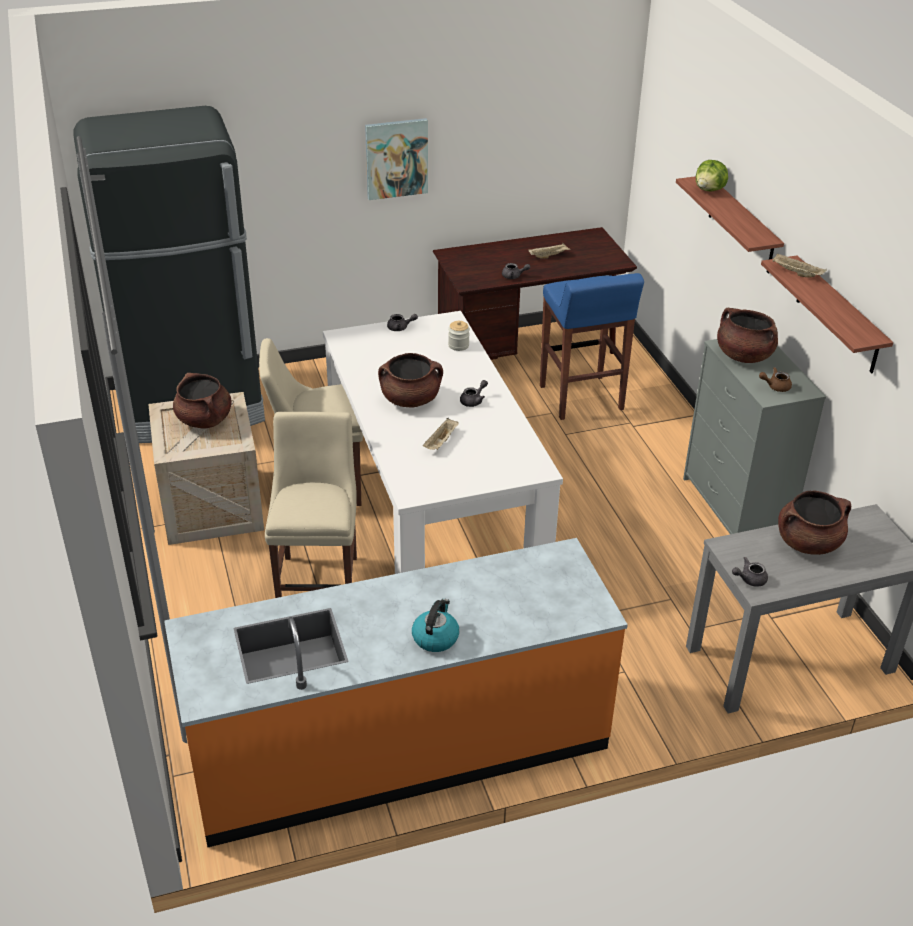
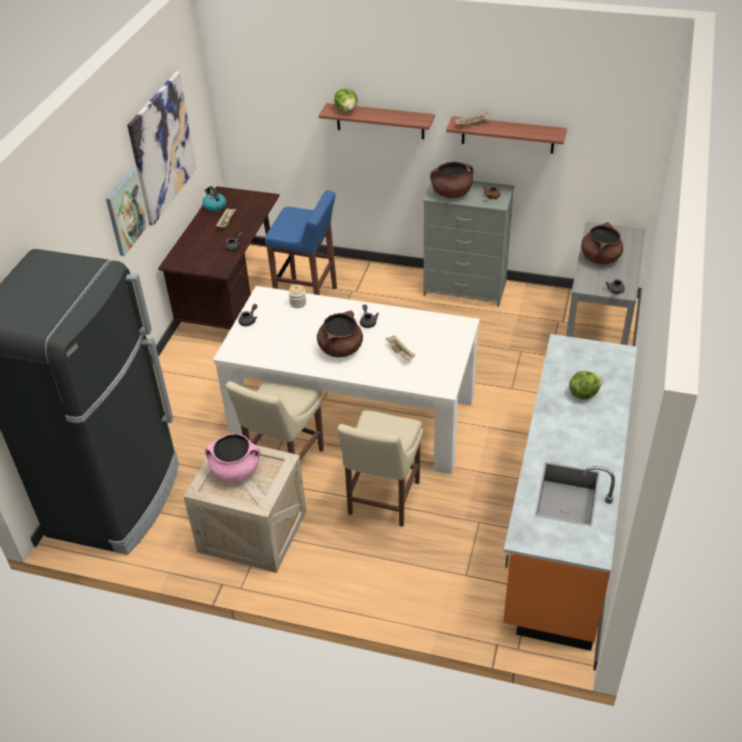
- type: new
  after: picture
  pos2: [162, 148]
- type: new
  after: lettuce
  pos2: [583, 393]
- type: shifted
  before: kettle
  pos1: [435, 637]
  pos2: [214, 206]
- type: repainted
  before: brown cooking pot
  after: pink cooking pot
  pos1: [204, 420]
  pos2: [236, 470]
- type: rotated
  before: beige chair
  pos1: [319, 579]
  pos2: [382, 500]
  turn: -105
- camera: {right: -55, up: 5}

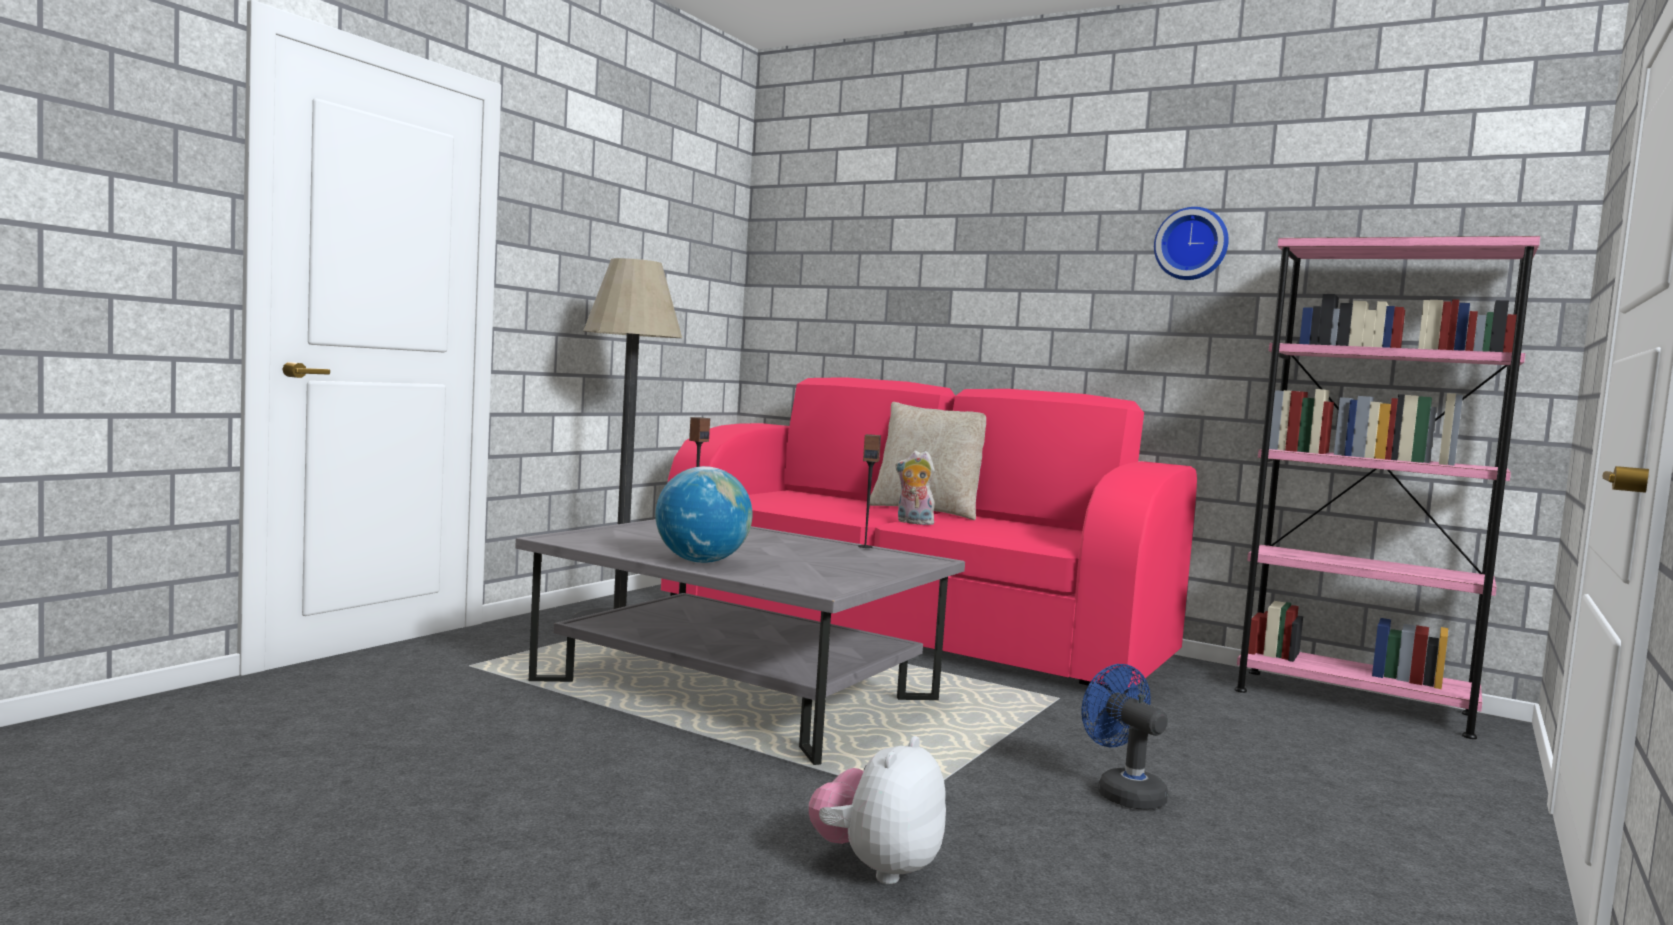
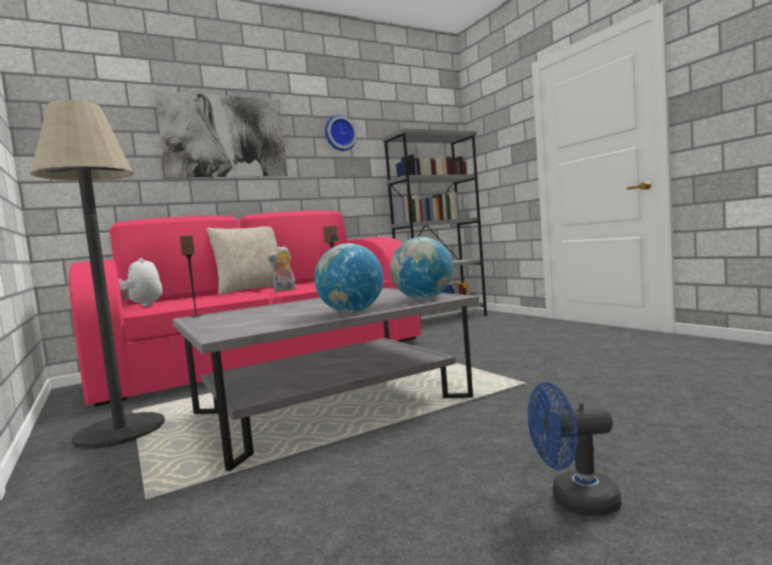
- type: new
  after: picture
  pos2: [225, 136]
- type: new
  after: globe
  pos2: [423, 298]
- type: shifted
  before: plush toy
  pos1: [877, 868]
  pos2: [139, 306]
- type: shifted
  before: blue fan
  pos1: [1122, 792]
  pos2: [574, 501]
- type: repainted
  before: pink bookcase
  after: grey bookcase
  pos1: [1353, 702]
  pos2: [444, 319]
- camera: {right: -60, up: 0}

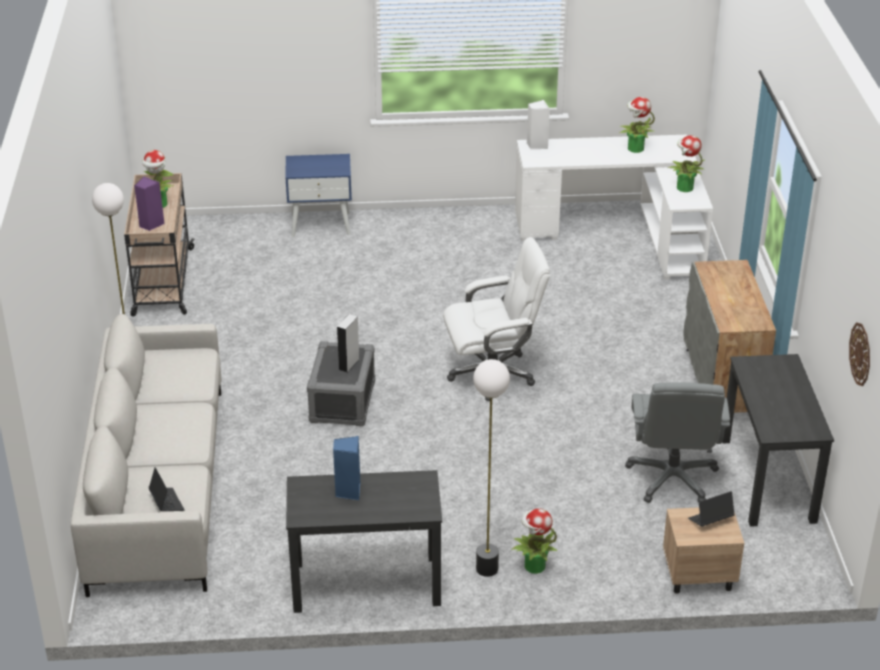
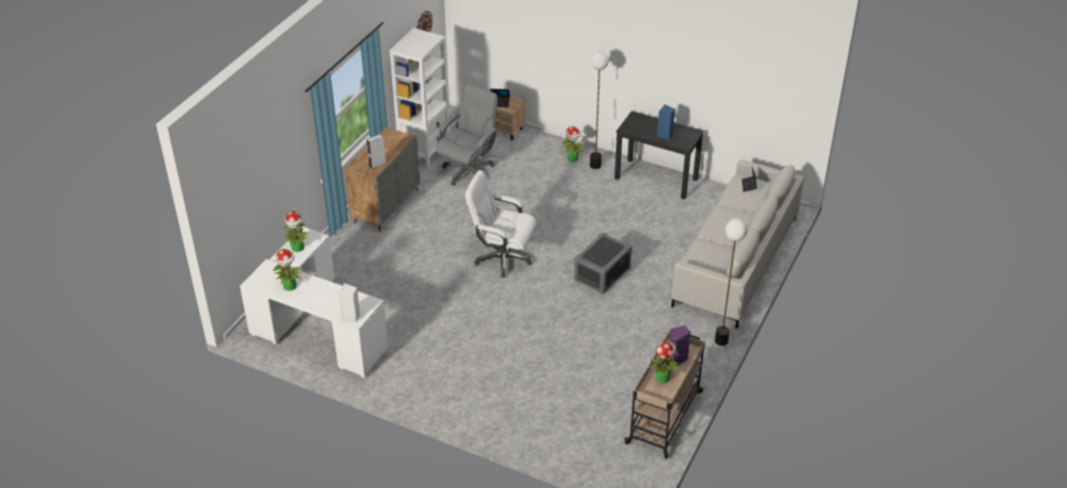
- type: gone
  before: blue nightstand
  pos1: [321, 224]
- type: shifted
  before: grey speaker
  pos1: [349, 364]
  pos2: [377, 164]
- type: swapped
  before: black desk
  after: white bookcase
  pos1: [767, 480]
  pos2: [425, 154]
- camera: {right: -150, up: 5}

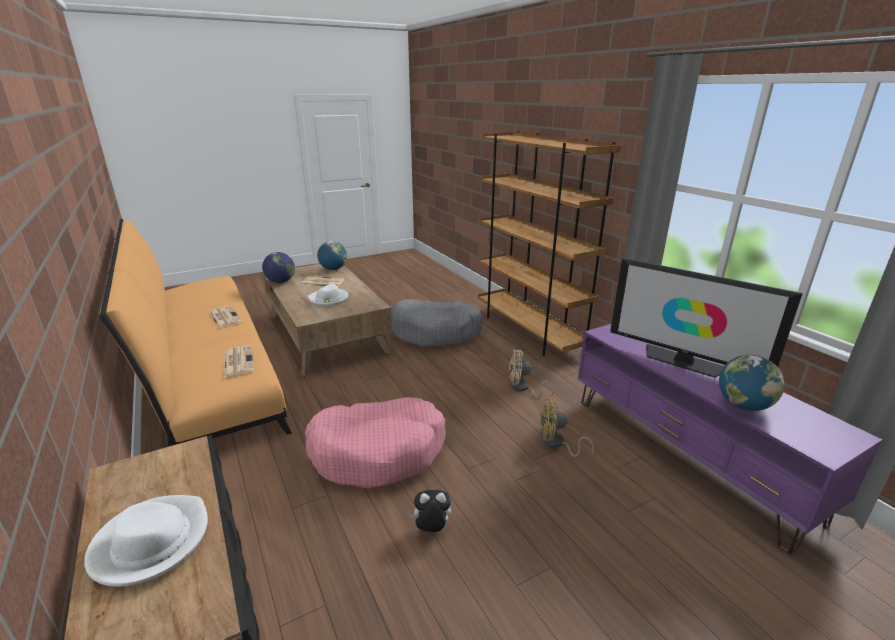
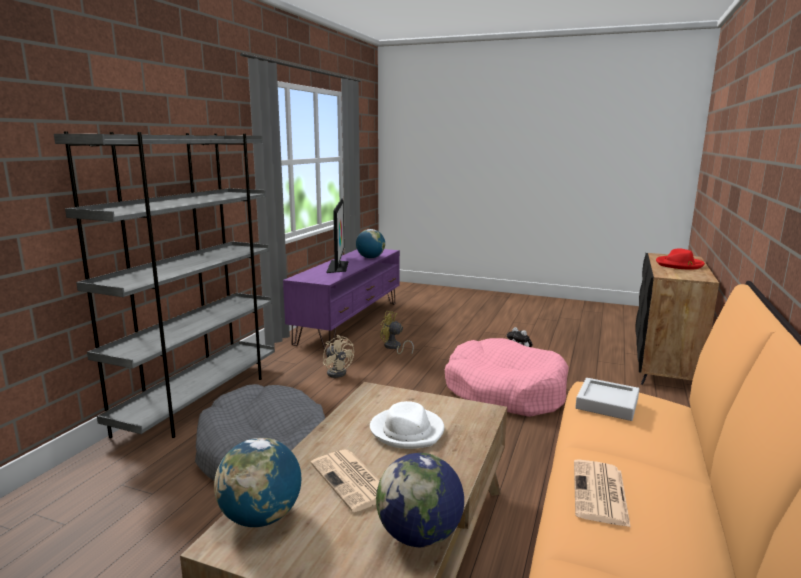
- type: swapped
  before: newspaper
  after: grey tray
  pos1: [238, 361]
  pos2: [607, 404]
- type: repainted
  before: white hat
  after: red hat
  pos1: [151, 542]
  pos2: [679, 265]
- type: repainted
  before: brown bookcase
  after: grey bookcase
  pos1: [529, 331]
  pos2: [200, 400]
- type: rotated
  before: yellow fan
  pos1: [556, 444]
  pos2: [393, 347]
  turn: 150
- camera: {right: -130, up: -10}

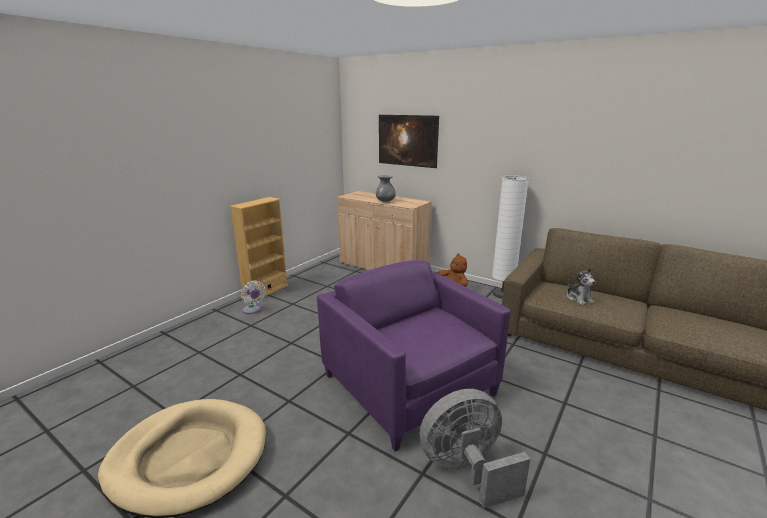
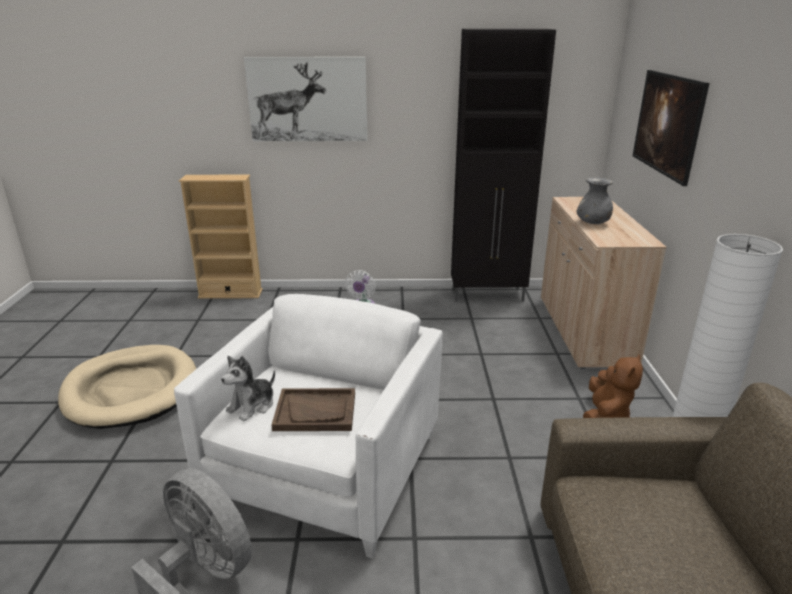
- type: new
  after: picture
  pos2: [307, 99]
- type: new
  after: brown tray
  pos2: [315, 411]
- type: new
  after: black cabinet
  pos2: [488, 295]
- type: shifted
  before: beige bookcase
  pos1: [265, 291]
  pos2: [230, 294]
- type: shifted
  before: plush toy
  pos1: [579, 299]
  pos2: [252, 406]
- type: repainted
  before: purple armchair
  after: white armchair
  pos1: [409, 385]
  pos2: [326, 468]
- camera: {right: 55, up: 5}

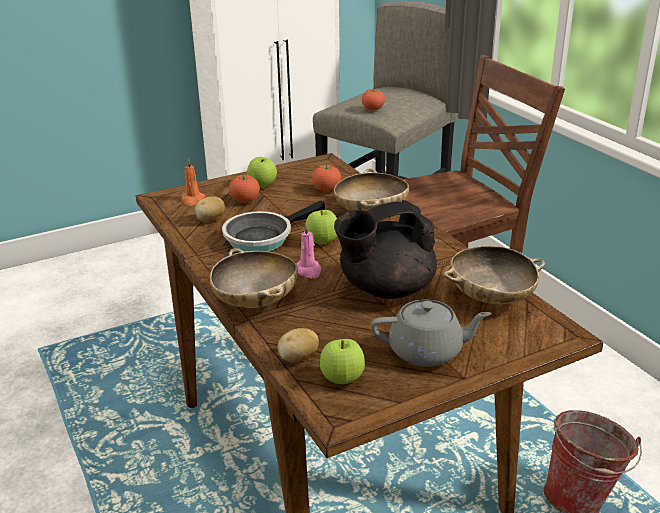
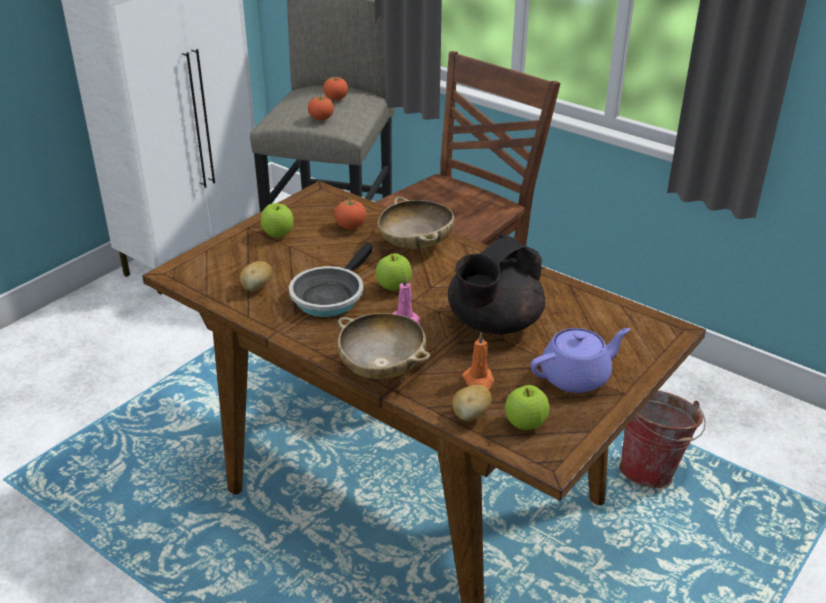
- type: gone
  before: beige bowl
  pos1: [491, 298]
- type: shifted
  before: orange candle
  pos1: [192, 200]
  pos2: [479, 381]
- type: shifted
  before: tomato
  pos1: [245, 201]
  pos2: [336, 99]
- type: repainted
  before: grey teapot
  after: purple teapot
  pos1: [427, 351]
  pos2: [576, 377]
- camera: {right: -25, up: 5}

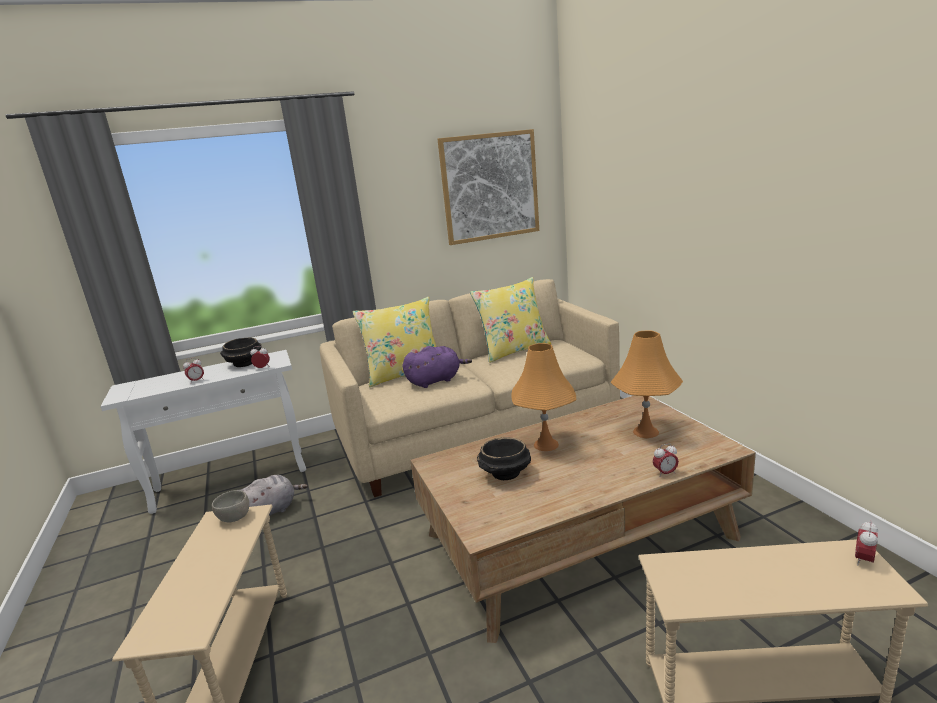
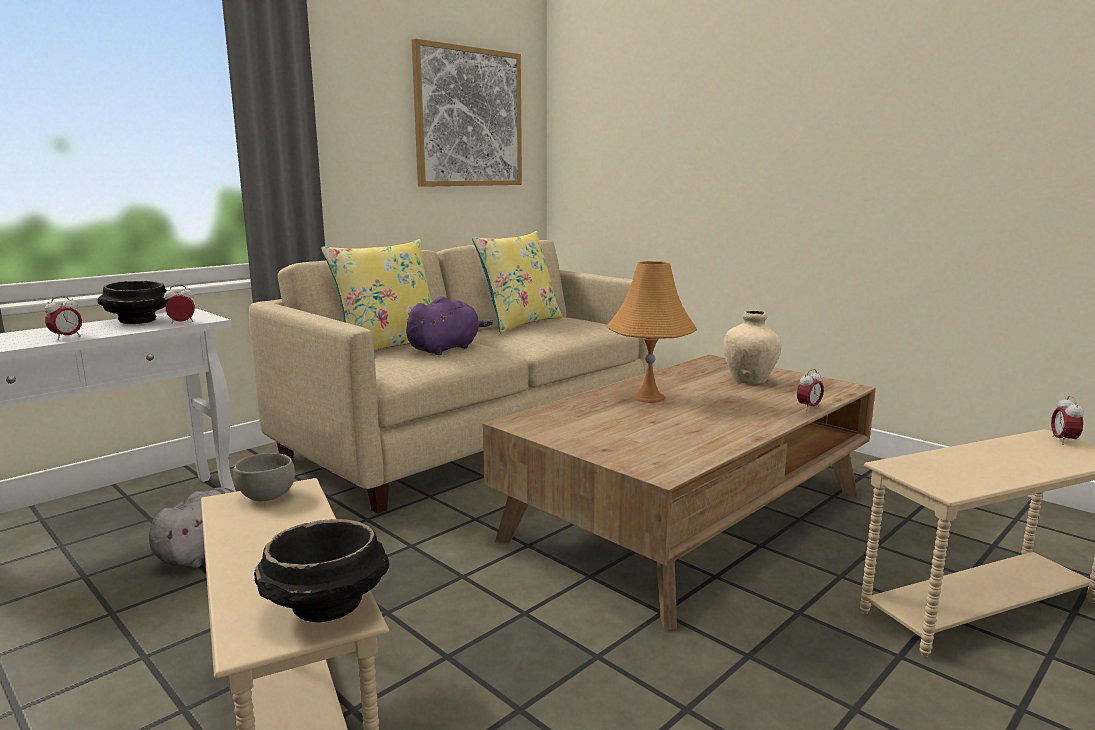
- type: shifted
  before: black bowl
  pos1: [505, 474]
  pos2: [325, 607]
- type: swapped
  before: orange table lamp
  after: beige vase
  pos1: [645, 432]
  pos2: [749, 381]
- camera: {right: -25, up: -5}

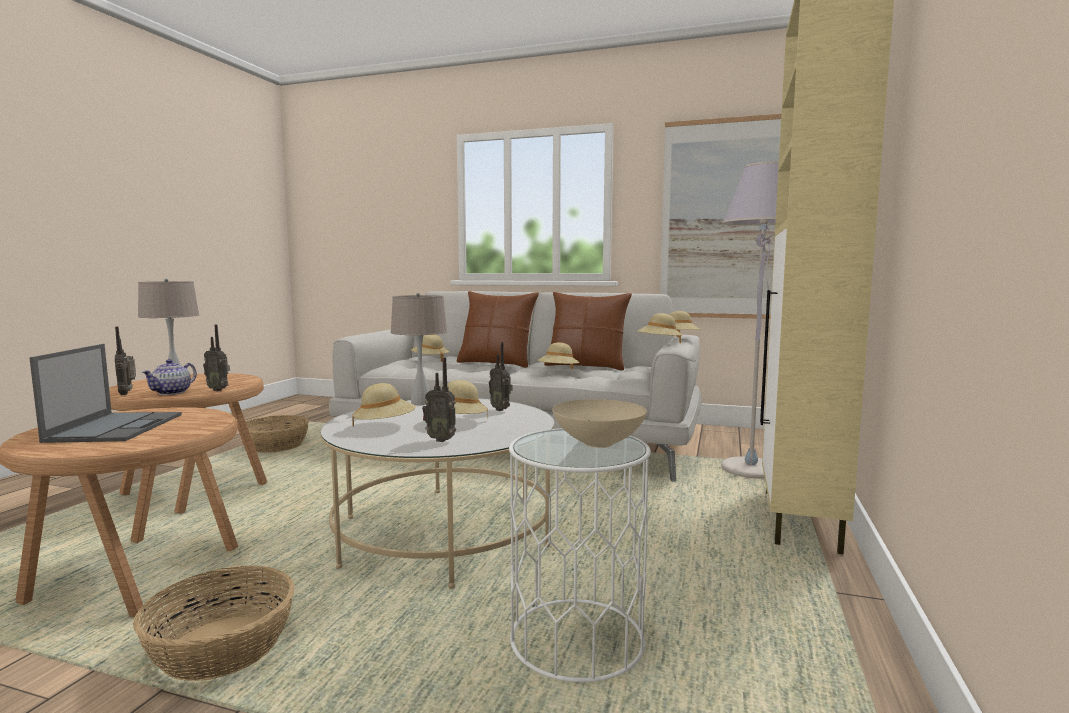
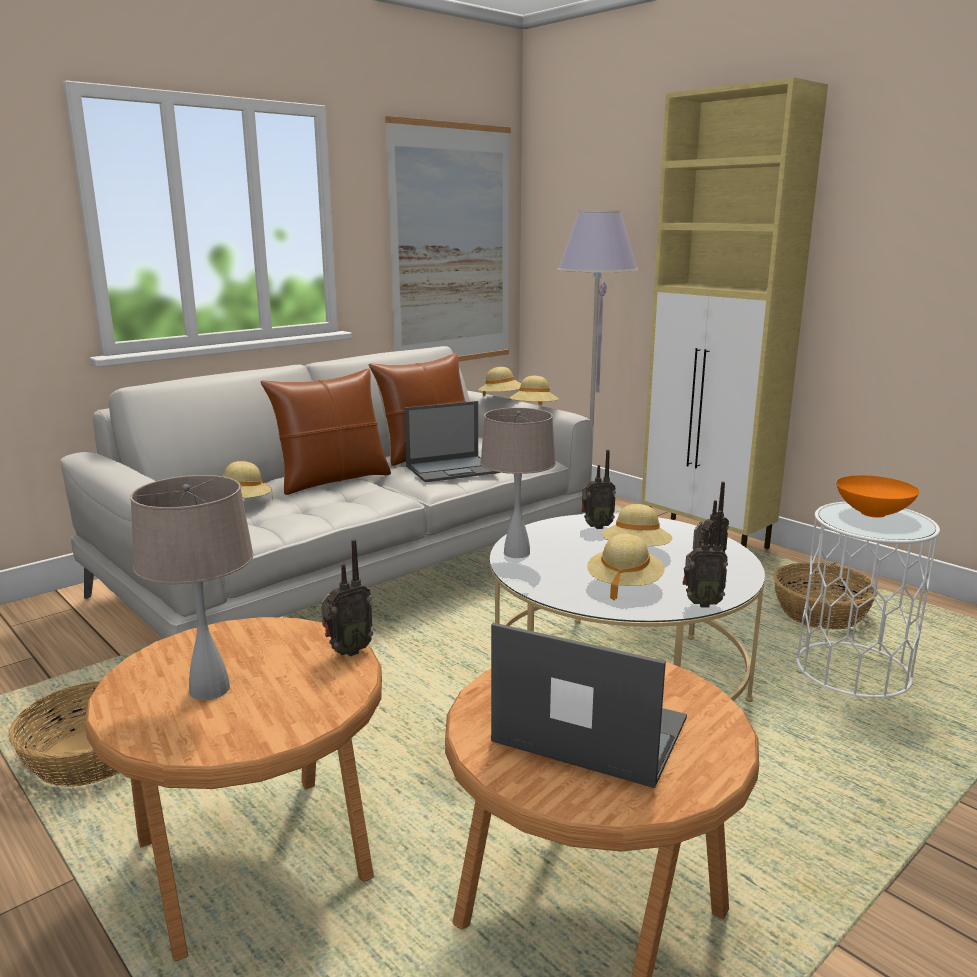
- type: gone
  before: teapot
  pos1: [172, 392]
- type: shifted
  before: radio
  pos1: [128, 394]
  pos2: [701, 603]
- type: shifted
  before: basket
  pos1: [223, 647]
  pos2: [820, 613]
- type: swapped
  before: beige hat
  after: laptop
  pos1: [558, 372]
  pos2: [453, 469]
- type: repainted
  before: beige bowl
  after: orange bowl
  pos1: [597, 443]
  pos2: [871, 513]
- camera: {right: -60, up: 10}

